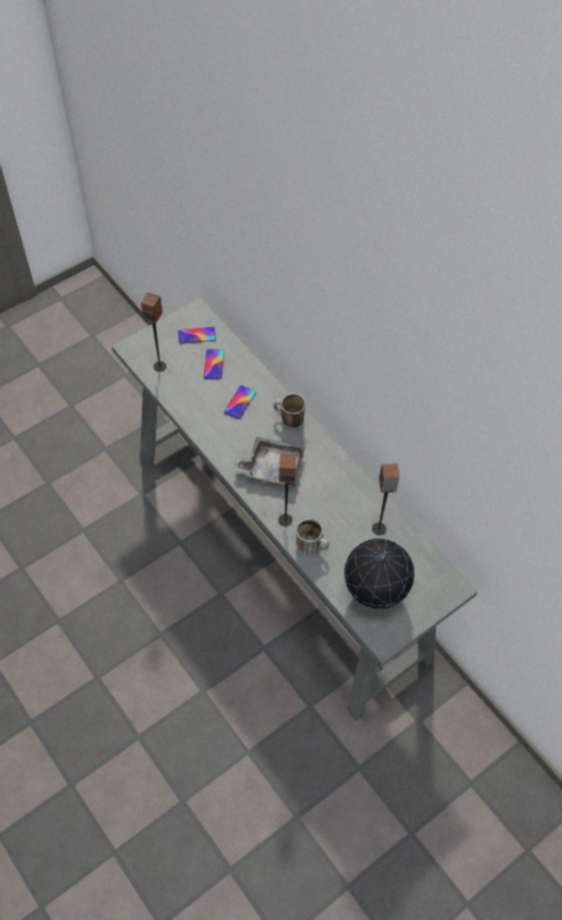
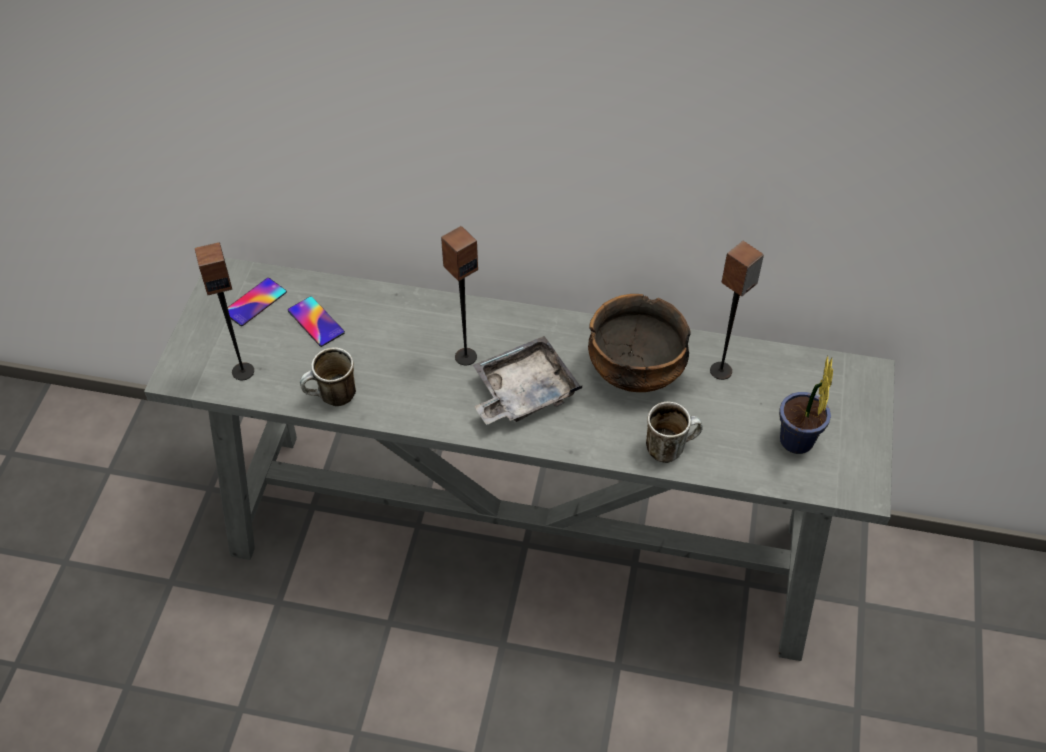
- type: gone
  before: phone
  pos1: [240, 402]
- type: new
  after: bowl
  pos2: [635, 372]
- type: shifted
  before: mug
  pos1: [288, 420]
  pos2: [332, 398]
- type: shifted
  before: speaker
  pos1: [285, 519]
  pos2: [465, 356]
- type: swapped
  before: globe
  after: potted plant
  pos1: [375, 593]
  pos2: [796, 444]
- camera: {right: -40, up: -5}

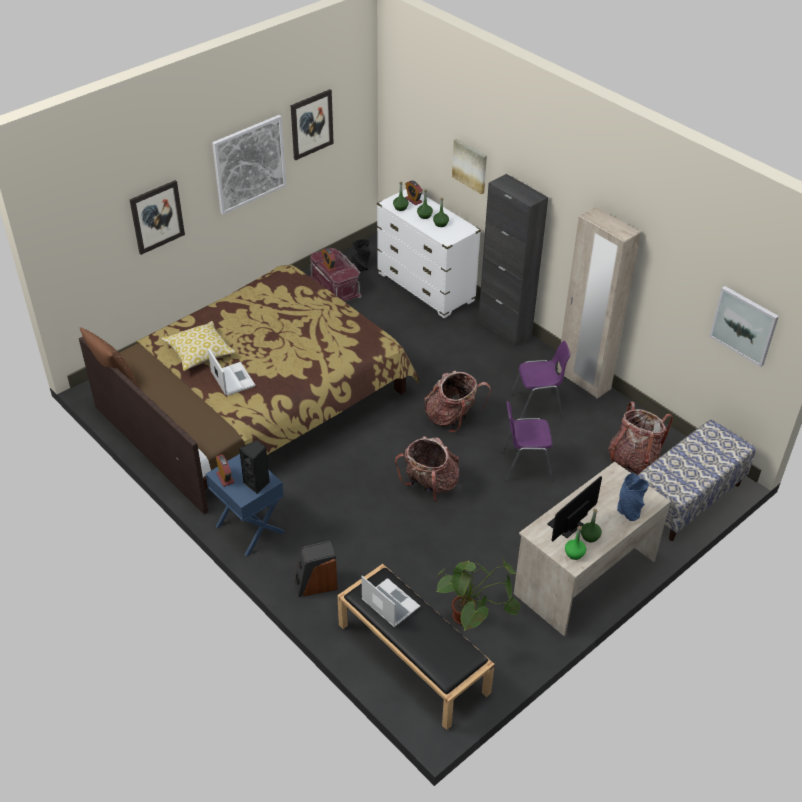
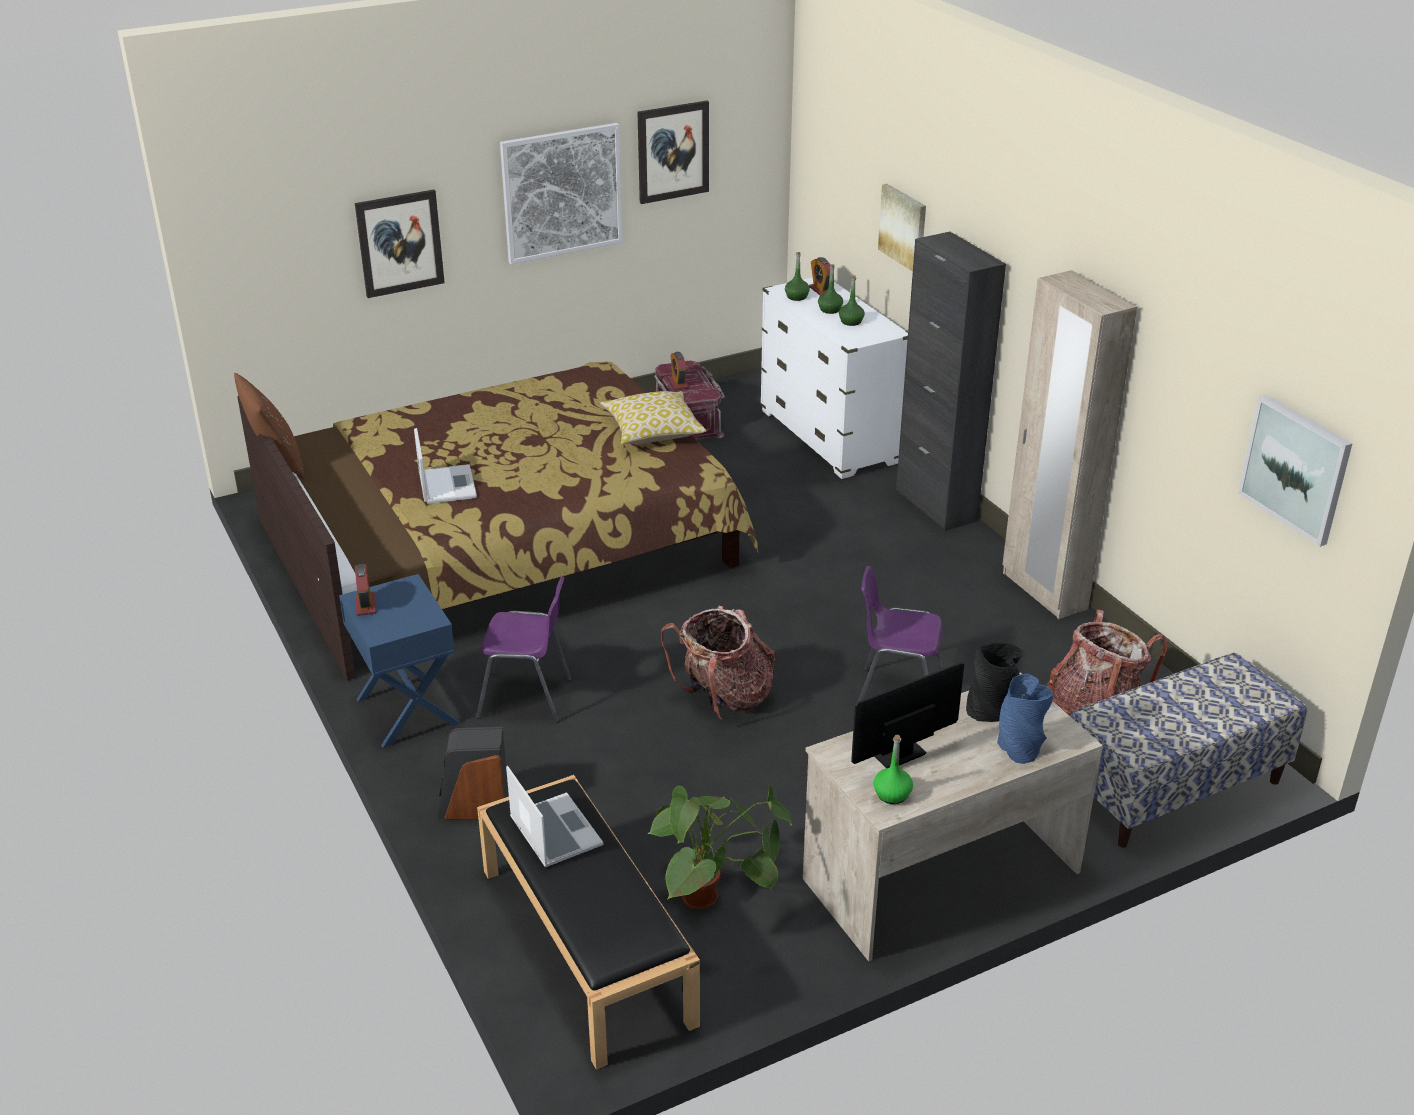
- type: gone
  before: black speaker
  pos1: [257, 484]
- type: gone
  before: backpack
  pos1: [452, 418]
- type: gone
  before: green bottle
  pos1: [590, 536]
- type: shifted
  before: pillow
  pos1: [199, 353]
  pos2: [652, 431]
- type: shifted
  before: black vase
  pos1: [361, 266]
  pos2: [991, 709]
- type: shifted
  before: purple chair
  pos1: [537, 406]
  pos2: [527, 698]
- camera: {right: 15, up: -10}

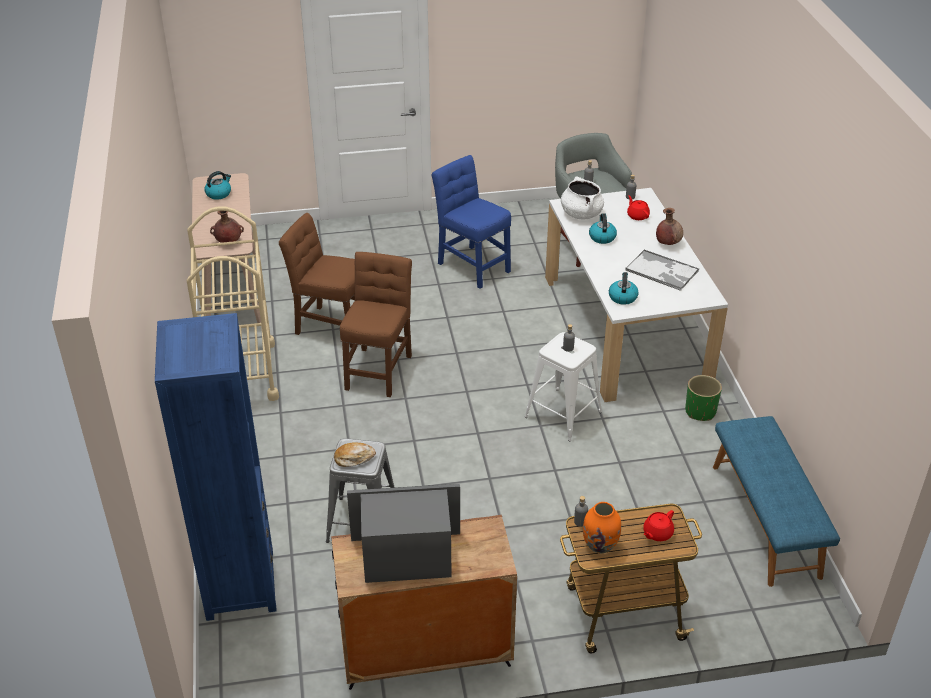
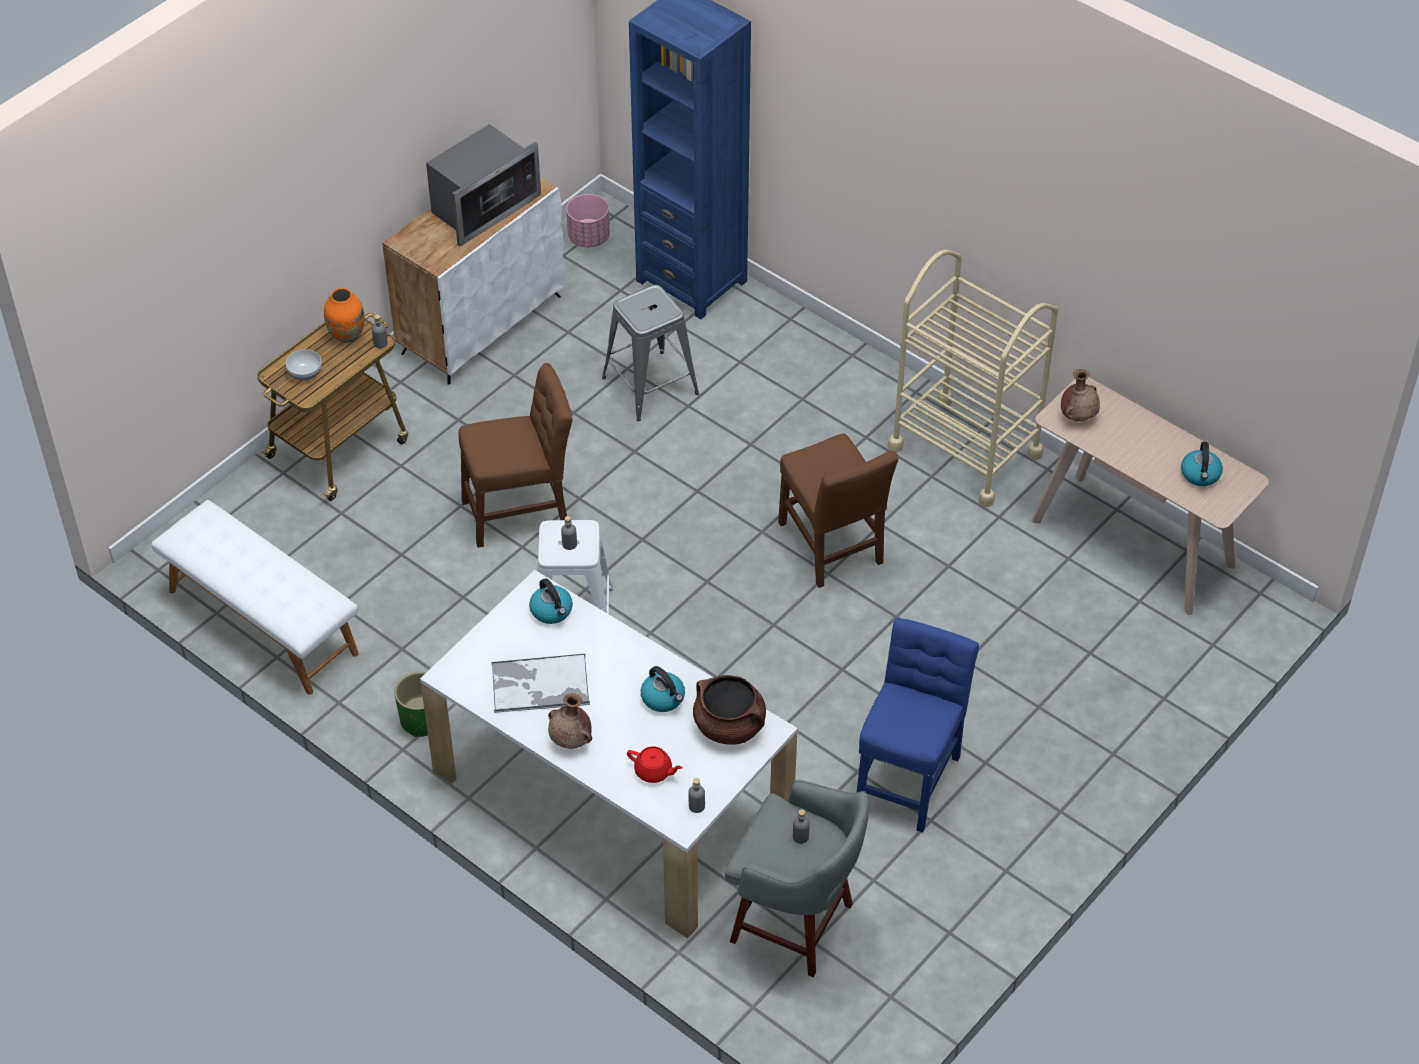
- type: gone
  before: bread
  pos1: [354, 458]
- type: new
  after: pink planter
  pos2: [588, 238]
- type: shifted
  before: brown chair
  pos1: [331, 326]
  pos2: [521, 512]
- type: swapped
  before: red teapot
  after: bowl
  pos1: [657, 533]
  pos2: [305, 373]
- type: repainted
  before: brown cabinet
  after: white cabinet
  pos1: [425, 651]
  pos2: [482, 324]
- type: repainted
  before: white cooking pot
  after: brown cooking pot
  pos1: [581, 214]
  pos2: [730, 726]
- type: repainted
  before: blue bench
  after: white bench
  pos1: [766, 520]
  pos2: [261, 622]
- type: rotated
  before: blue chair
  pos1: [471, 265]
  pos2: [908, 777]
  turn: -75
- camera: {right: 140, up: 10}

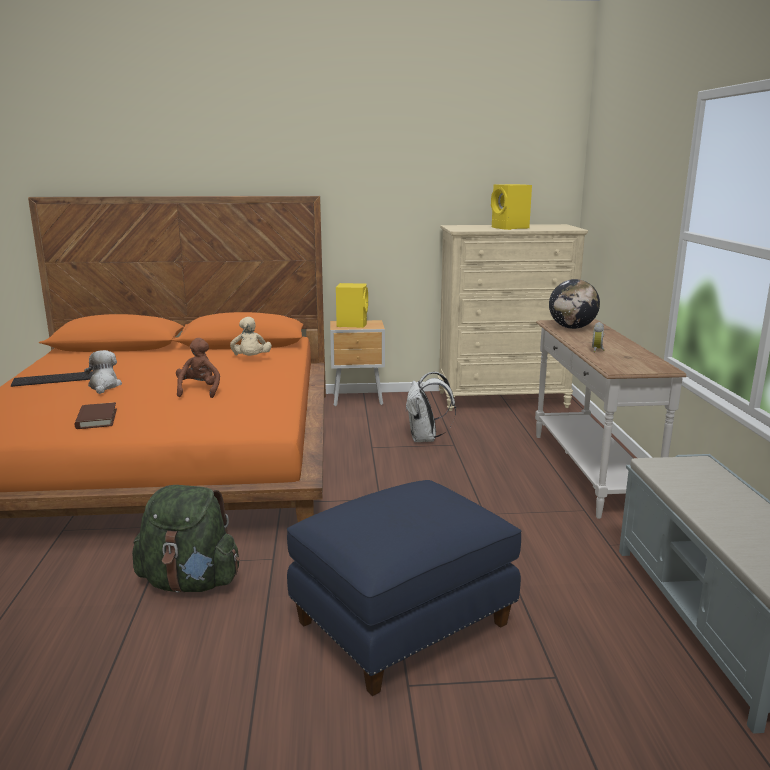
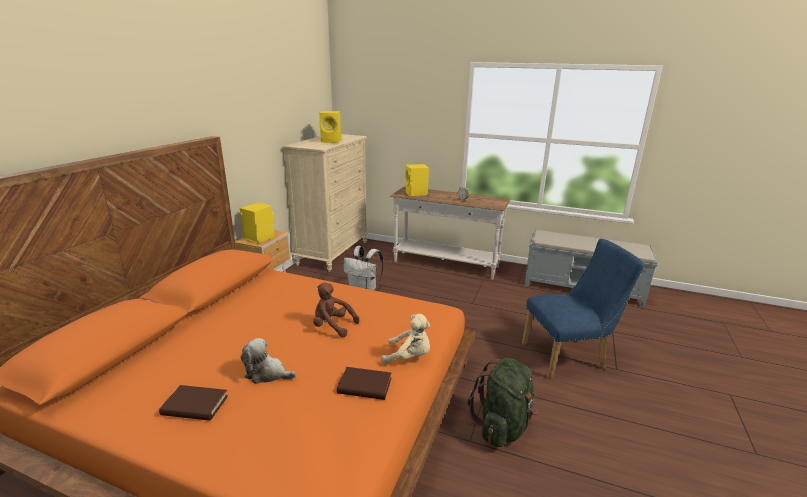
- type: shifted
  before: beige plush toy
  pos1: [251, 359]
  pos2: [409, 357]
- type: swapped
  before: keyboard
  after: brown book
  pos1: [57, 378]
  pos2: [195, 406]
- type: swapped
  before: blue ottoman
  after: blue chair
  pos1: [403, 624]
  pos2: [568, 357]
- type: swapped
  before: globe
  after: yellow speaker
  pos1: [572, 328]
  pos2: [416, 193]
- camera: {right: -65, up: 5}

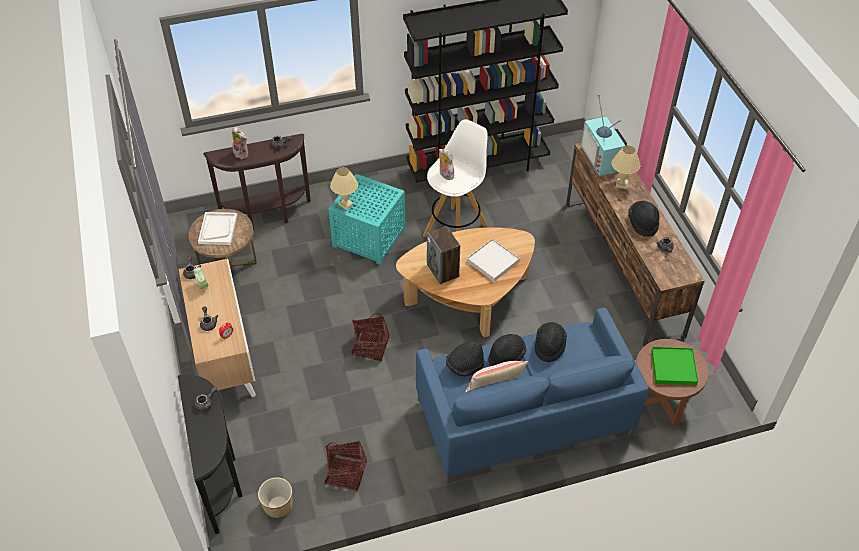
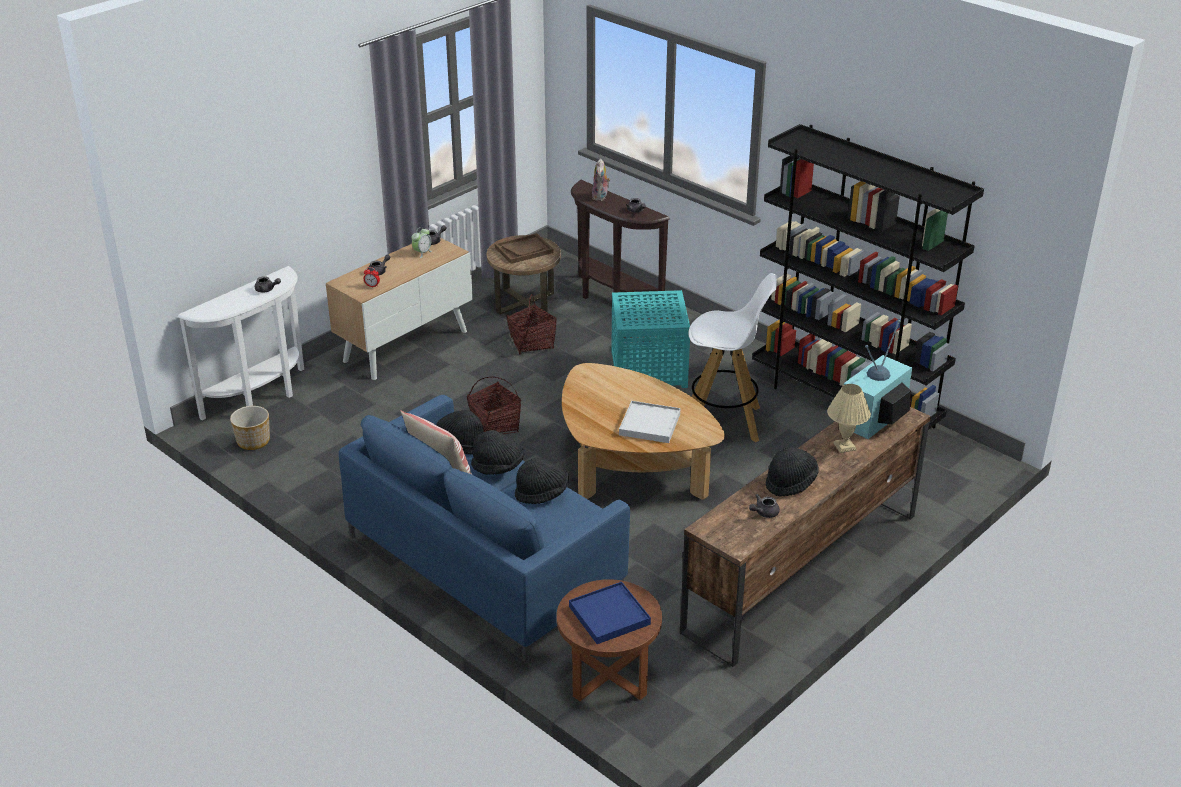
- type: gone
  before: beige table lamp
  pos1: [346, 204]
- type: gone
  before: speaker
  pos1: [443, 271]
- type: gone
  before: plush toy
  pos1: [445, 175]
- type: shifted
  before: basket
  pos1: [346, 473]
  pos2: [532, 343]
- type: repainted
  before: black console table
  after: white console table
  pos1: [221, 479]
  pos2: [261, 398]
- type: repainted
  before: white tray
  after: brown tray
  pos1: [218, 229]
  pos2: [524, 250]
- type: repainted
  before: green tray
  after: blue tray
  pos1: [673, 367]
  pos2: [609, 616]
- camera: {right: 60, up: -15}

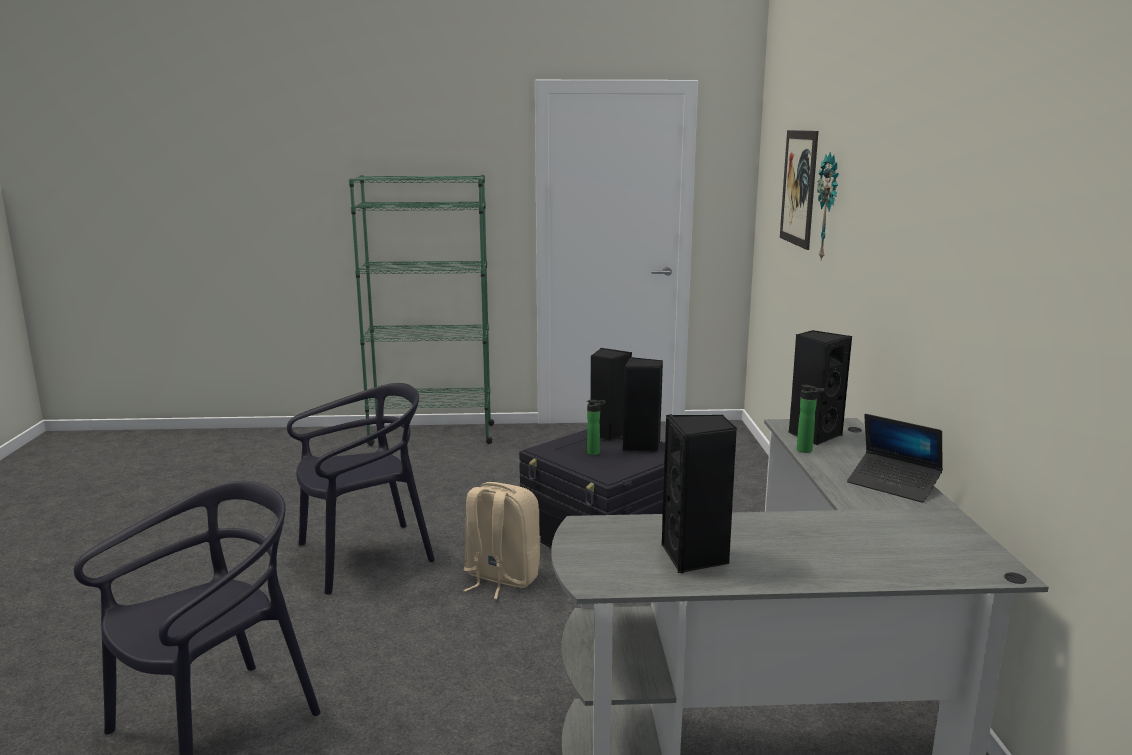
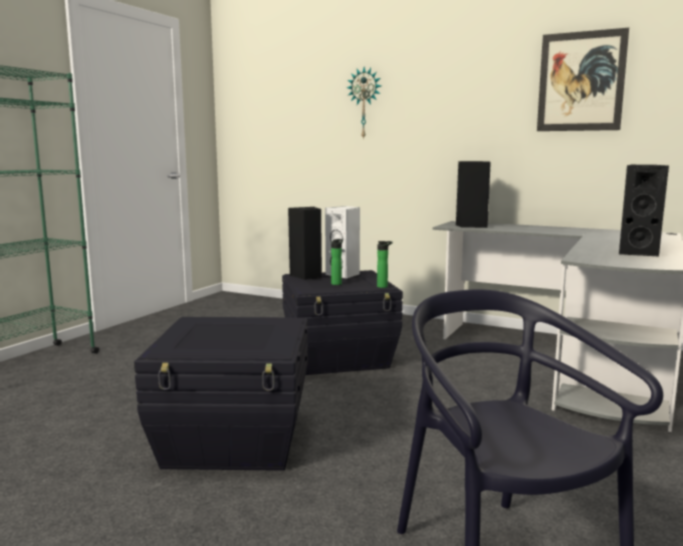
- type: gone
  before: beige backpack
  pos1: [500, 578]
- type: gone
  before: laptop
  pos1: [893, 485]
- type: shifted
  before: picture
  pos1: [798, 188]
  pos2: [581, 81]
- type: shifted
  before: bottle
  pos1: [807, 450]
  pos2: [383, 286]
- type: swapped
  before: black chair
  after: black storage box
  pos1: [364, 556]
  pos2: [235, 440]
- type: repainted
  before: black speaker
  after: white speaker
  pos1: [641, 446]
  pos2: [344, 275]
- camera: {right: -60, up: -5}

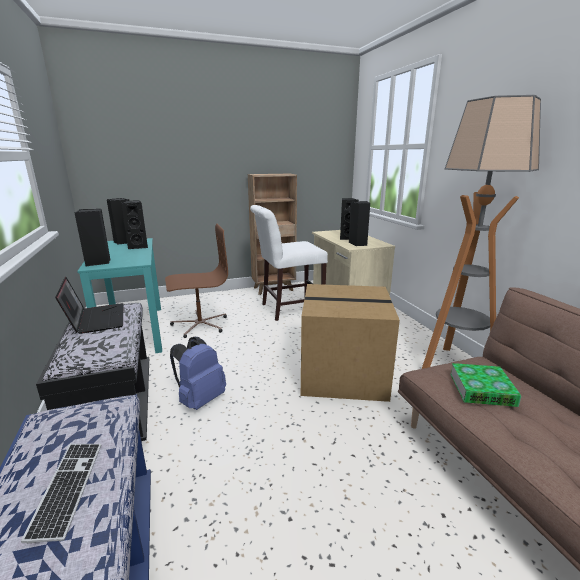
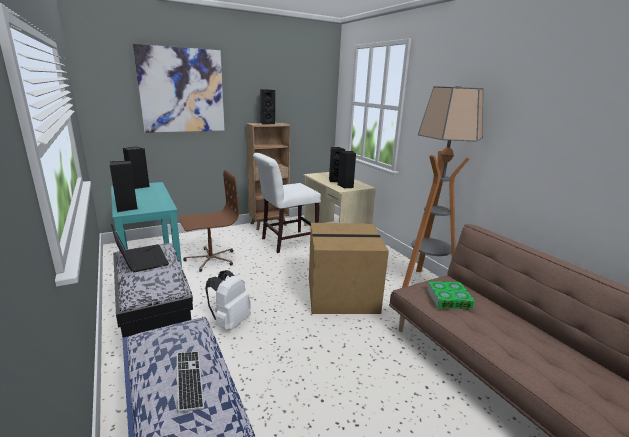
- type: new
  after: picture
  pos2: [182, 90]
- type: shifted
  before: black speaker
  pos1: [138, 246]
  pos2: [267, 123]
- type: repainted
  before: blue backpack
  after: white backpack
  pos1: [200, 399]
  pos2: [230, 322]
- camera: {right: -10, up: 0}

